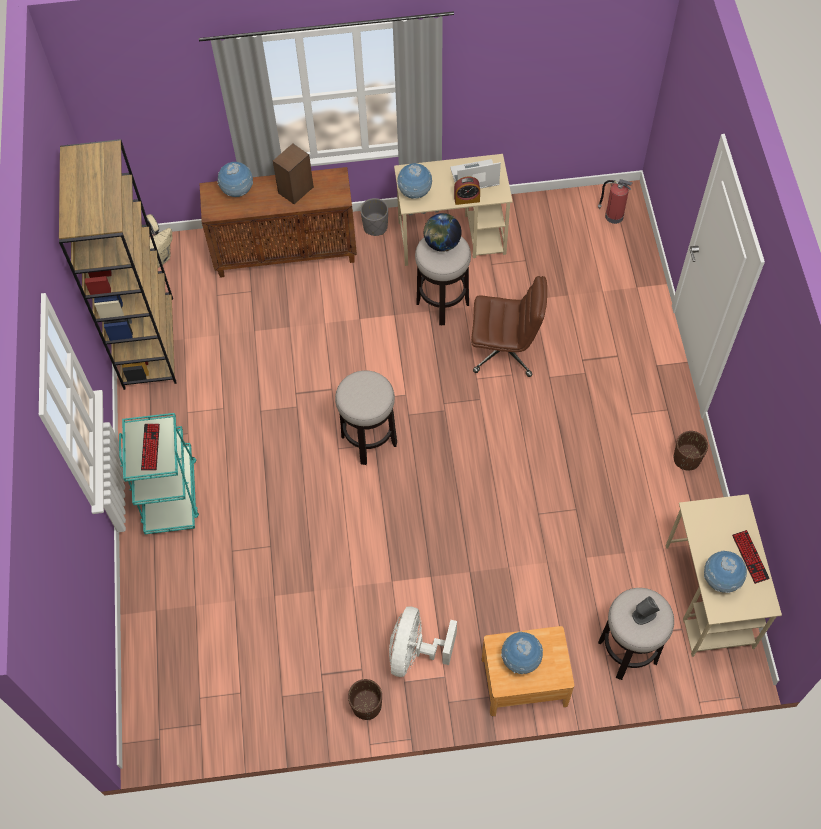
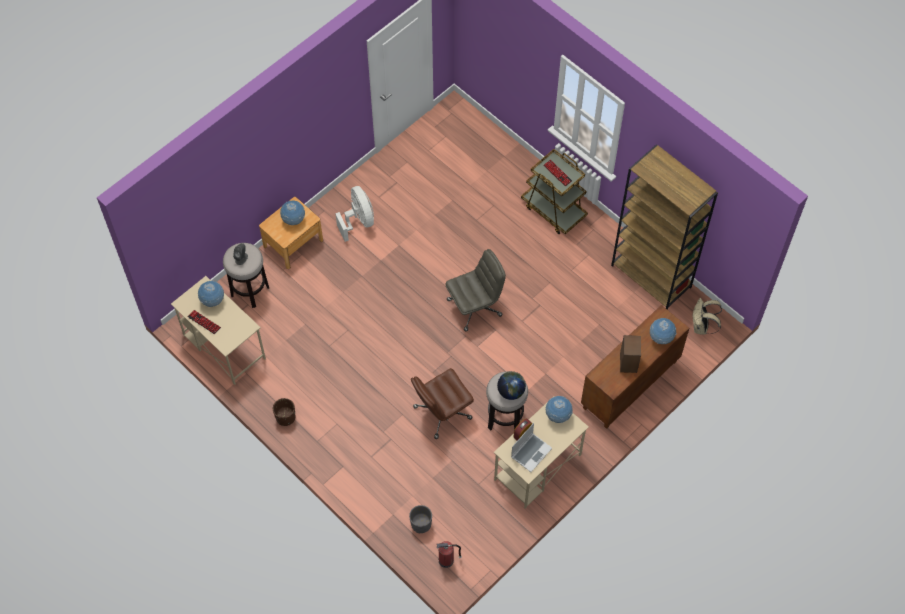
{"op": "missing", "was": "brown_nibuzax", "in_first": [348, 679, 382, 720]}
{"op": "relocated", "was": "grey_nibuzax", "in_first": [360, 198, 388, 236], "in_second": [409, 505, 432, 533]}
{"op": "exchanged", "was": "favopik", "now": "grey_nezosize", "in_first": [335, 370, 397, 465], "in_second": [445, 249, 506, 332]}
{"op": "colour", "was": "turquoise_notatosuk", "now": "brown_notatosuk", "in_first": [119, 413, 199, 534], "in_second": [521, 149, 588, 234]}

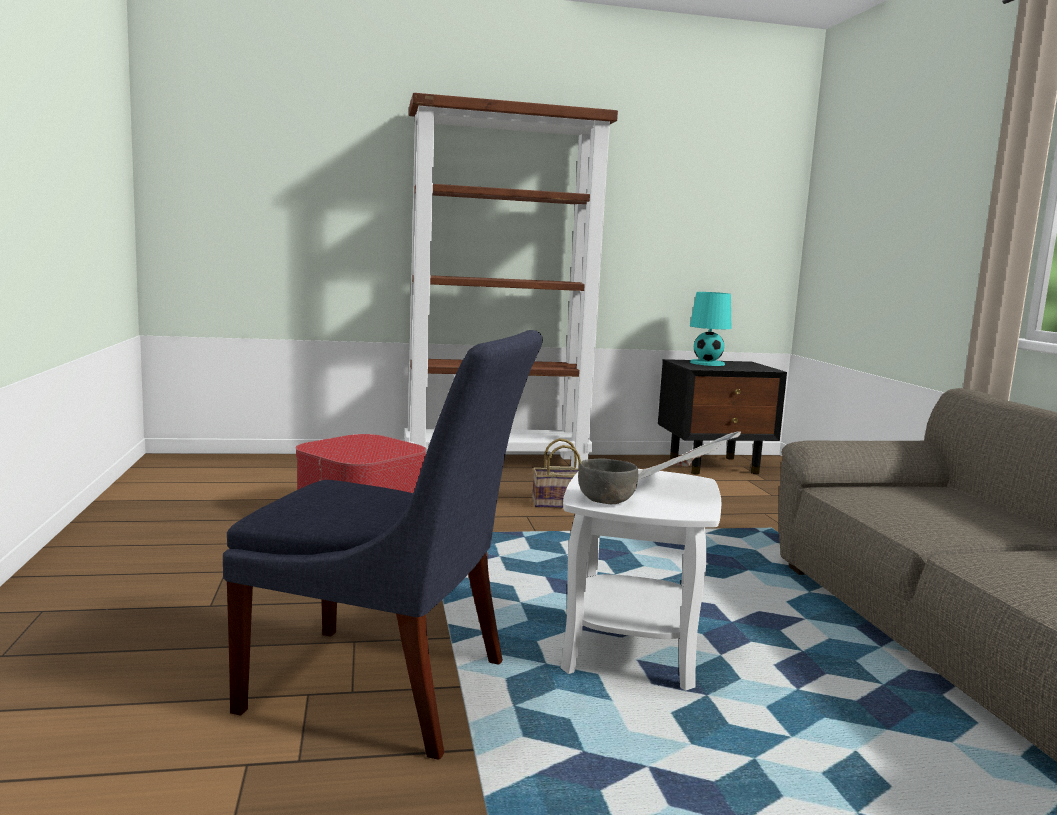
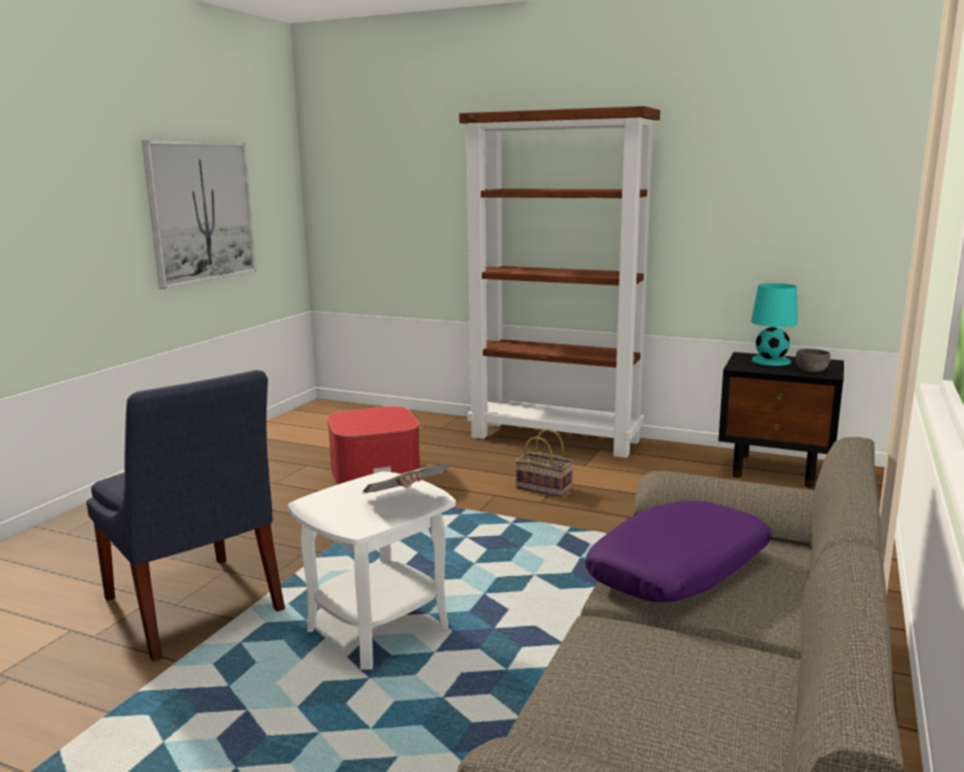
{"op": "appeared", "now": "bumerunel", "in_second": [142, 140, 256, 289]}
{"op": "appeared", "now": "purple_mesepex", "in_second": [585, 501, 772, 602]}
{"op": "relocated", "was": "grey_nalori", "in_first": [578, 459, 638, 504], "in_second": [796, 349, 830, 373]}

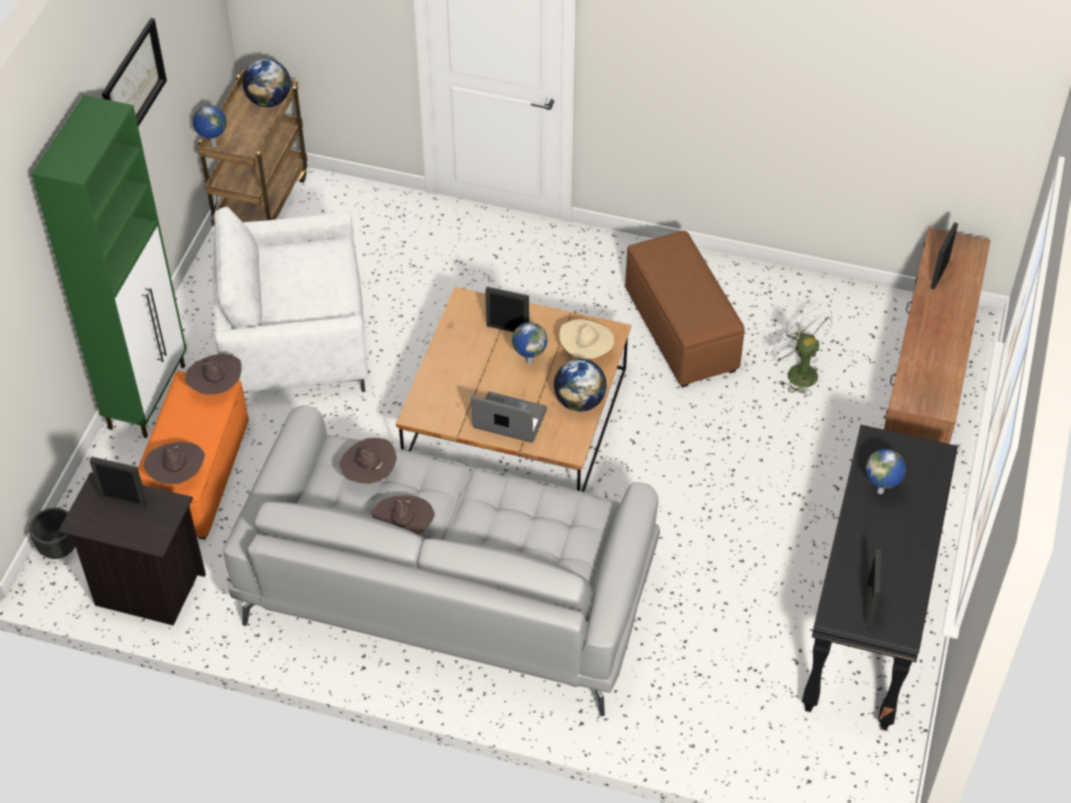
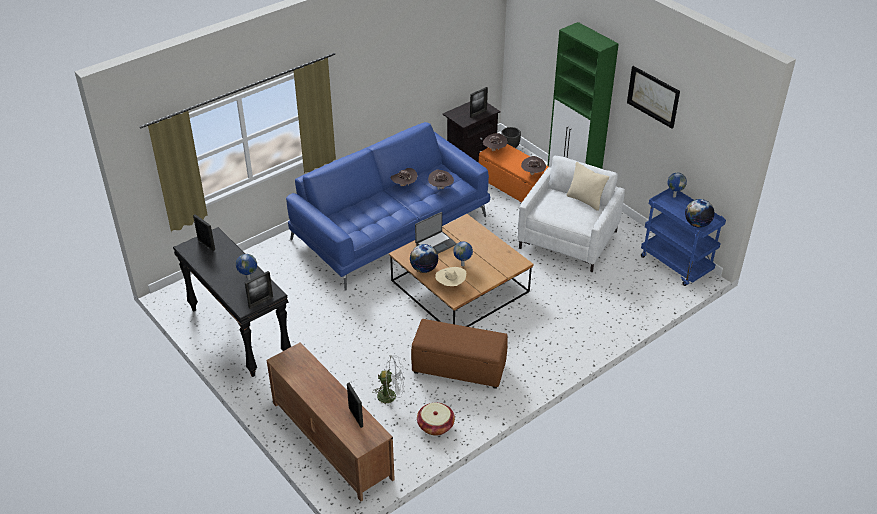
{"op": "appeared", "now": "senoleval", "in_second": [417, 403, 455, 436]}
{"op": "appeared", "now": "beige_mesepex", "in_second": [566, 162, 609, 211]}
{"op": "relocated", "was": "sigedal", "in_first": [485, 287, 529, 332], "in_second": [245, 271, 273, 309]}
{"op": "colour", "was": "brown_notatosuk", "now": "blue_notatosuk", "in_first": [197, 70, 307, 226], "in_second": [641, 188, 726, 286]}
{"op": "colour", "was": "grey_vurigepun", "now": "blue_vurigepun", "in_first": [223, 405, 660, 717], "in_second": [286, 122, 490, 291]}

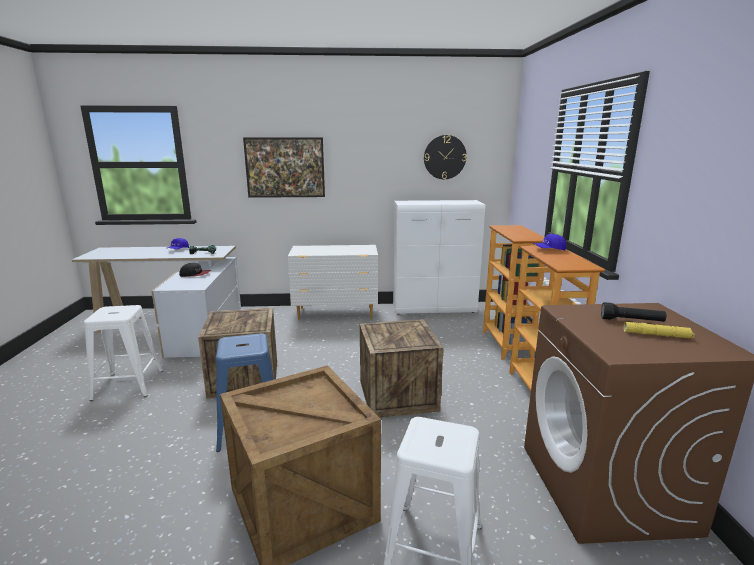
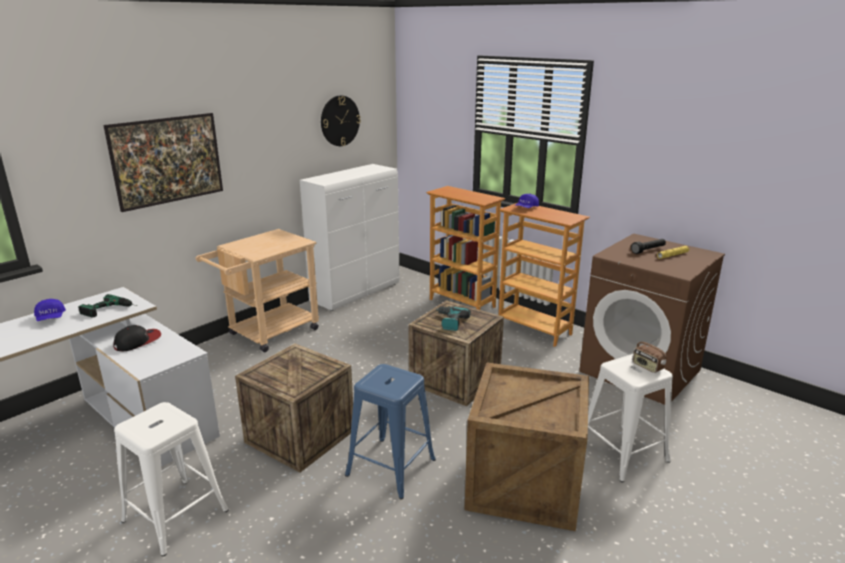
{"op": "appeared", "now": "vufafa", "in_second": [435, 306, 471, 331]}
{"op": "appeared", "now": "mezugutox", "in_second": [633, 338, 667, 373]}
{"op": "exchanged", "was": "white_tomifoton", "now": "beige_notatosuk", "in_first": [288, 245, 378, 320], "in_second": [196, 229, 319, 352]}

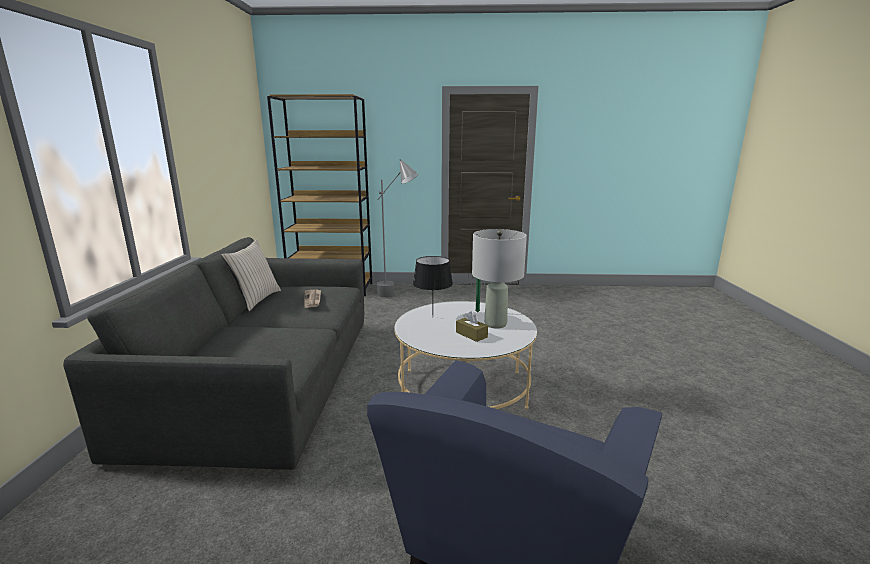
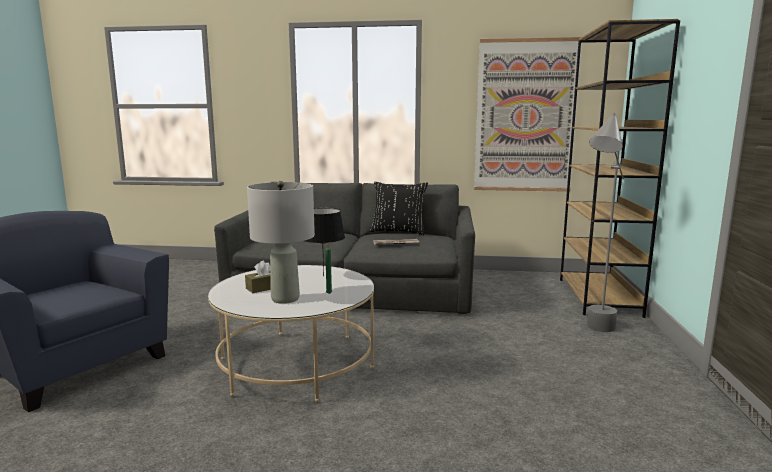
{"op": "appeared", "now": "bumerunel", "in_second": [474, 37, 582, 192]}
{"op": "colour", "was": "beige_mesepex", "now": "black_mesepex", "in_first": [221, 239, 281, 311], "in_second": [369, 182, 428, 235]}

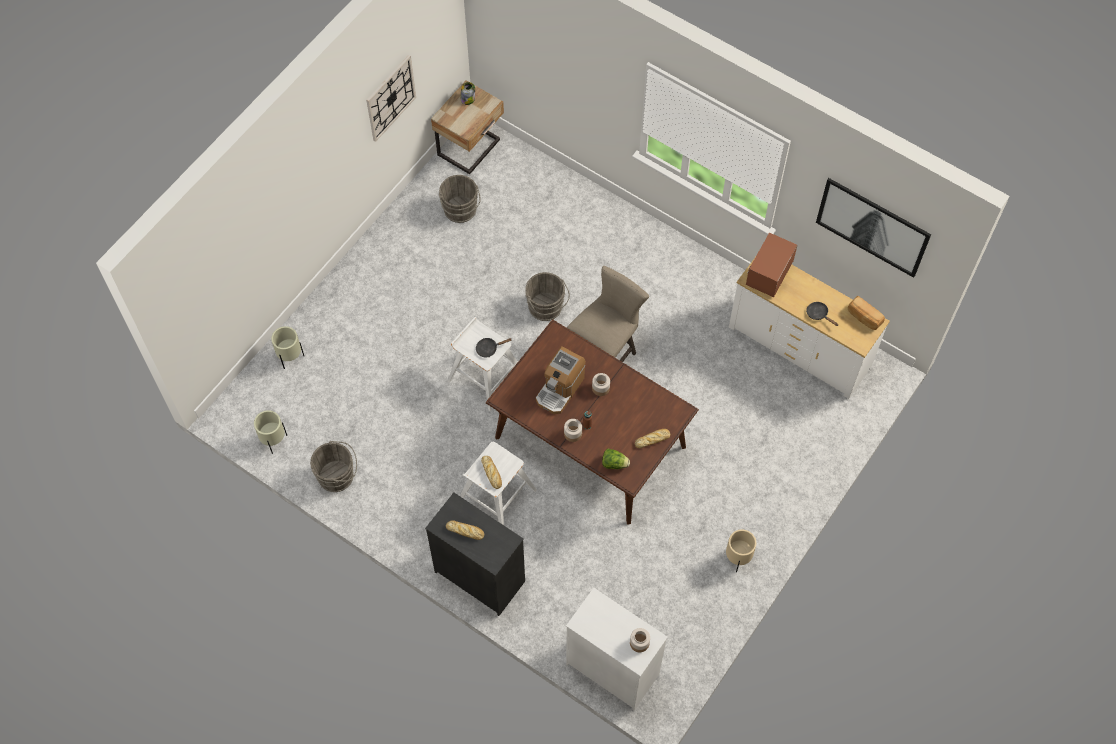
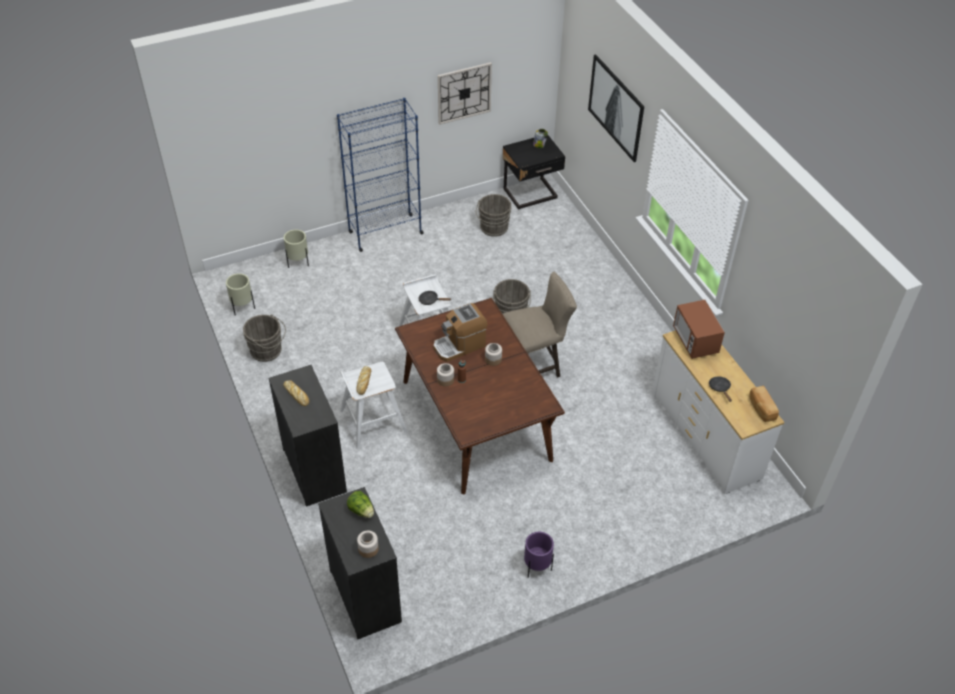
{"op": "missing", "was": "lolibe", "in_first": [635, 429, 670, 448]}
{"op": "appeared", "now": "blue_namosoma", "in_second": [337, 98, 424, 252]}
{"op": "relocated", "was": "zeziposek", "in_first": [602, 448, 630, 469], "in_second": [347, 491, 374, 518]}
{"op": "relocated", "was": "bumerunel", "in_first": [816, 178, 931, 278], "in_second": [588, 54, 644, 162]}
{"op": "colour", "was": "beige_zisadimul", "now": "black_zisadimul", "in_first": [431, 80, 504, 174], "in_second": [503, 135, 565, 210]}
{"op": "colour", "was": "white_tomifoton", "now": "black_tomifoton", "in_first": [566, 588, 668, 711], "in_second": [318, 487, 402, 639]}
{"op": "colour", "was": "beige_nibuzax", "now": "purple_nibuzax", "in_first": [726, 529, 757, 572], "in_second": [524, 532, 554, 578]}
{"op": "spun", "was": "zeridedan", "in_first": [746, 233, 797, 297], "in_second": [673, 300, 725, 359], "clockwise": -75}

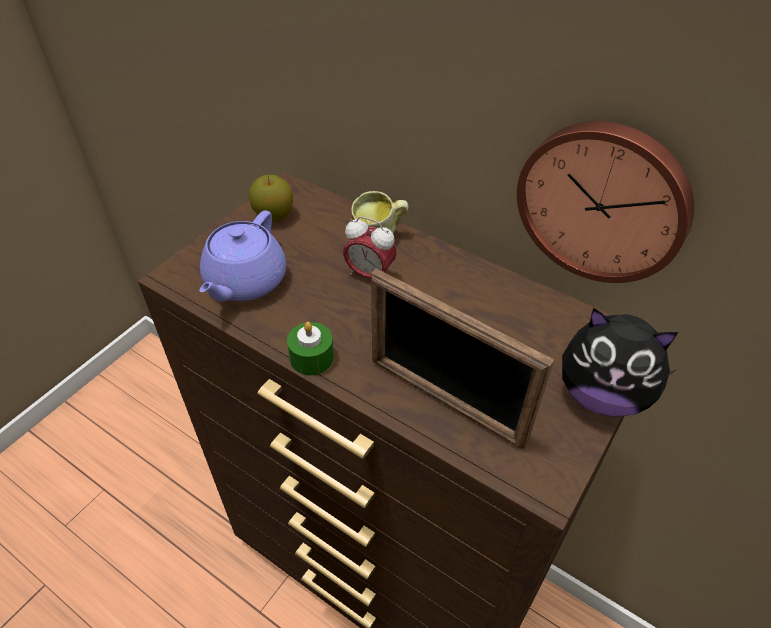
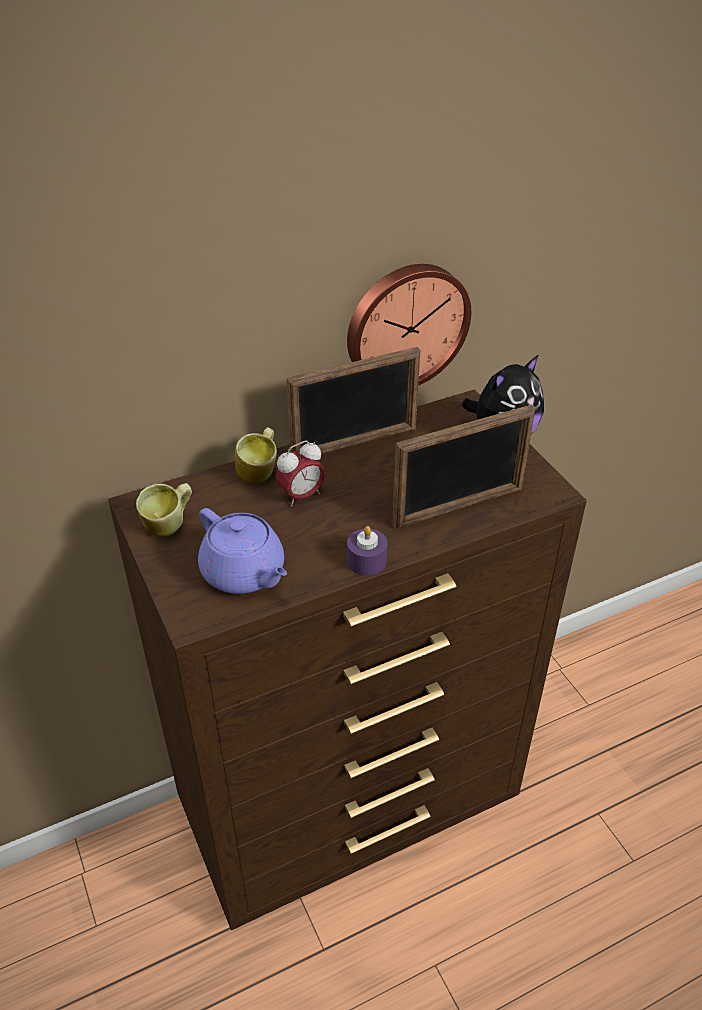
{"op": "appeared", "now": "sigedal", "in_second": [286, 347, 420, 454]}
{"op": "exchanged", "was": "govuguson", "now": "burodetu", "in_first": [248, 175, 293, 222], "in_second": [136, 483, 192, 537]}
{"op": "colour", "was": "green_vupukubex", "now": "purple_vupukubex", "in_first": [287, 322, 334, 375], "in_second": [347, 526, 388, 576]}

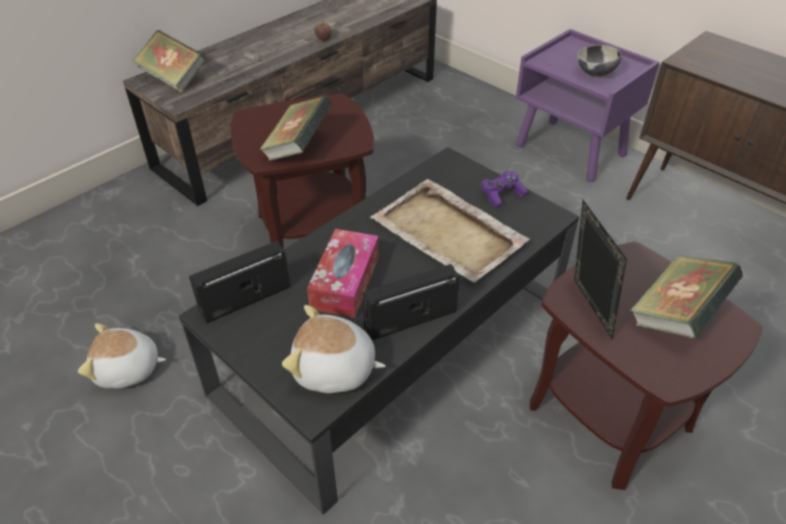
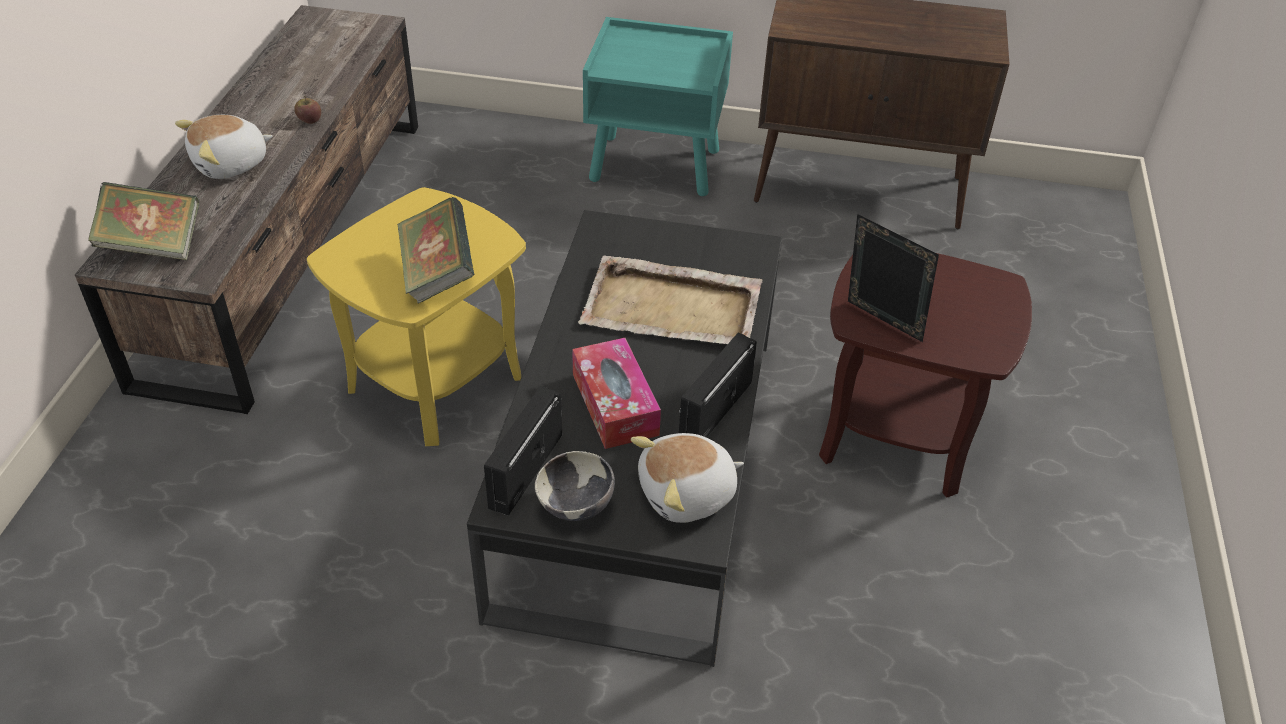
{"op": "missing", "was": "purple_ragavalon", "in_first": [481, 171, 528, 208]}
{"op": "missing", "was": "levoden", "in_first": [630, 255, 743, 338]}
{"op": "relocated", "was": "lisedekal", "in_first": [78, 323, 166, 388], "in_second": [175, 115, 273, 179]}
{"op": "relocated", "was": "nalori", "in_first": [577, 45, 622, 77], "in_second": [535, 451, 615, 521]}
{"op": "colour", "was": "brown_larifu", "now": "yellow_larifu", "in_first": [231, 94, 374, 250], "in_second": [307, 187, 526, 446]}
{"op": "colour", "was": "purple_zisadimul", "now": "turquoise_zisadimul", "in_first": [516, 29, 660, 182], "in_second": [583, 17, 733, 196]}

